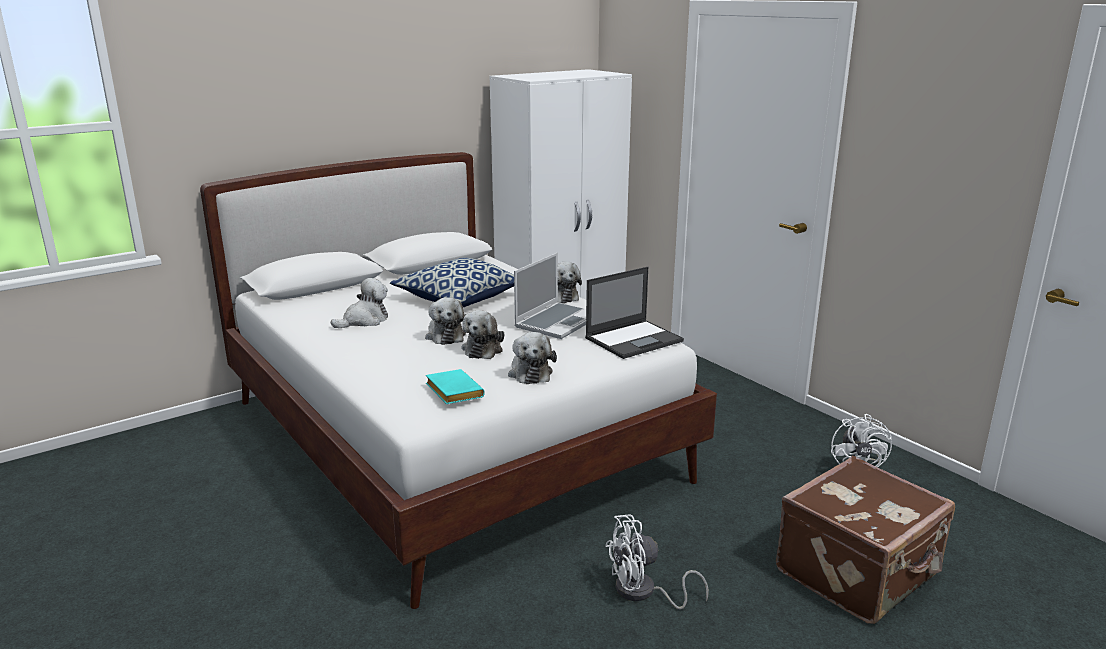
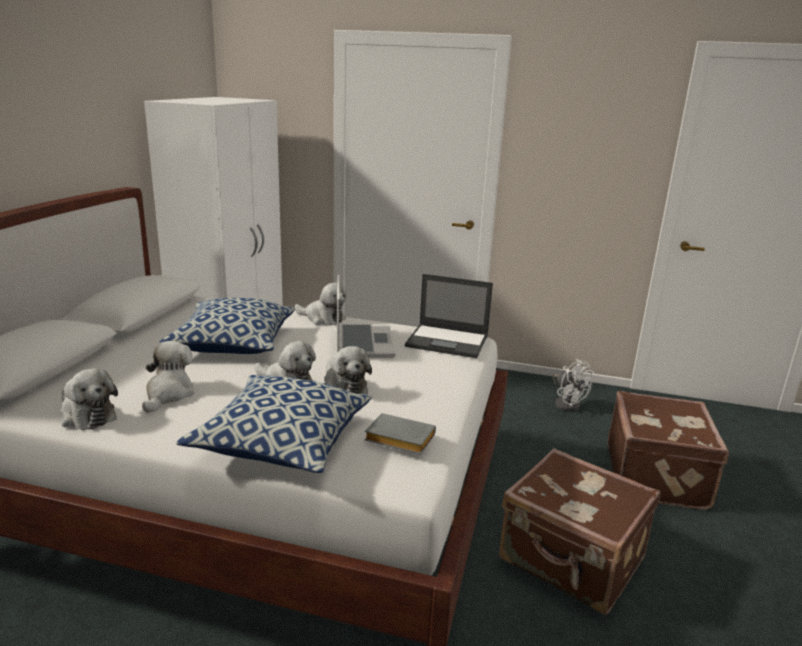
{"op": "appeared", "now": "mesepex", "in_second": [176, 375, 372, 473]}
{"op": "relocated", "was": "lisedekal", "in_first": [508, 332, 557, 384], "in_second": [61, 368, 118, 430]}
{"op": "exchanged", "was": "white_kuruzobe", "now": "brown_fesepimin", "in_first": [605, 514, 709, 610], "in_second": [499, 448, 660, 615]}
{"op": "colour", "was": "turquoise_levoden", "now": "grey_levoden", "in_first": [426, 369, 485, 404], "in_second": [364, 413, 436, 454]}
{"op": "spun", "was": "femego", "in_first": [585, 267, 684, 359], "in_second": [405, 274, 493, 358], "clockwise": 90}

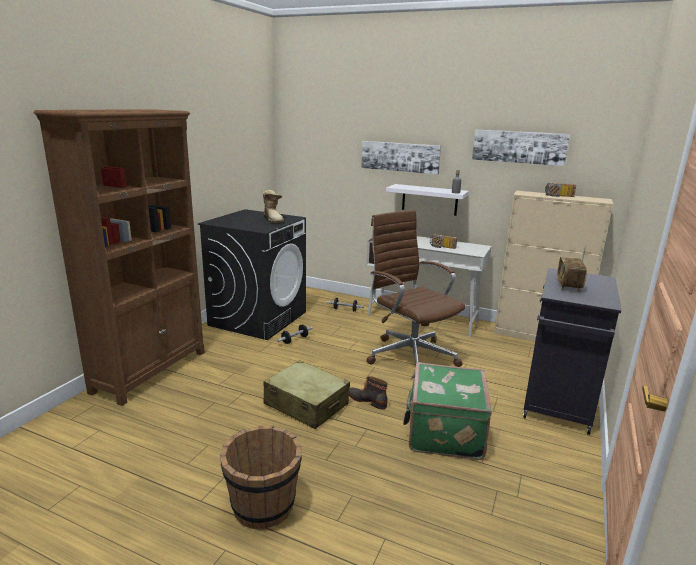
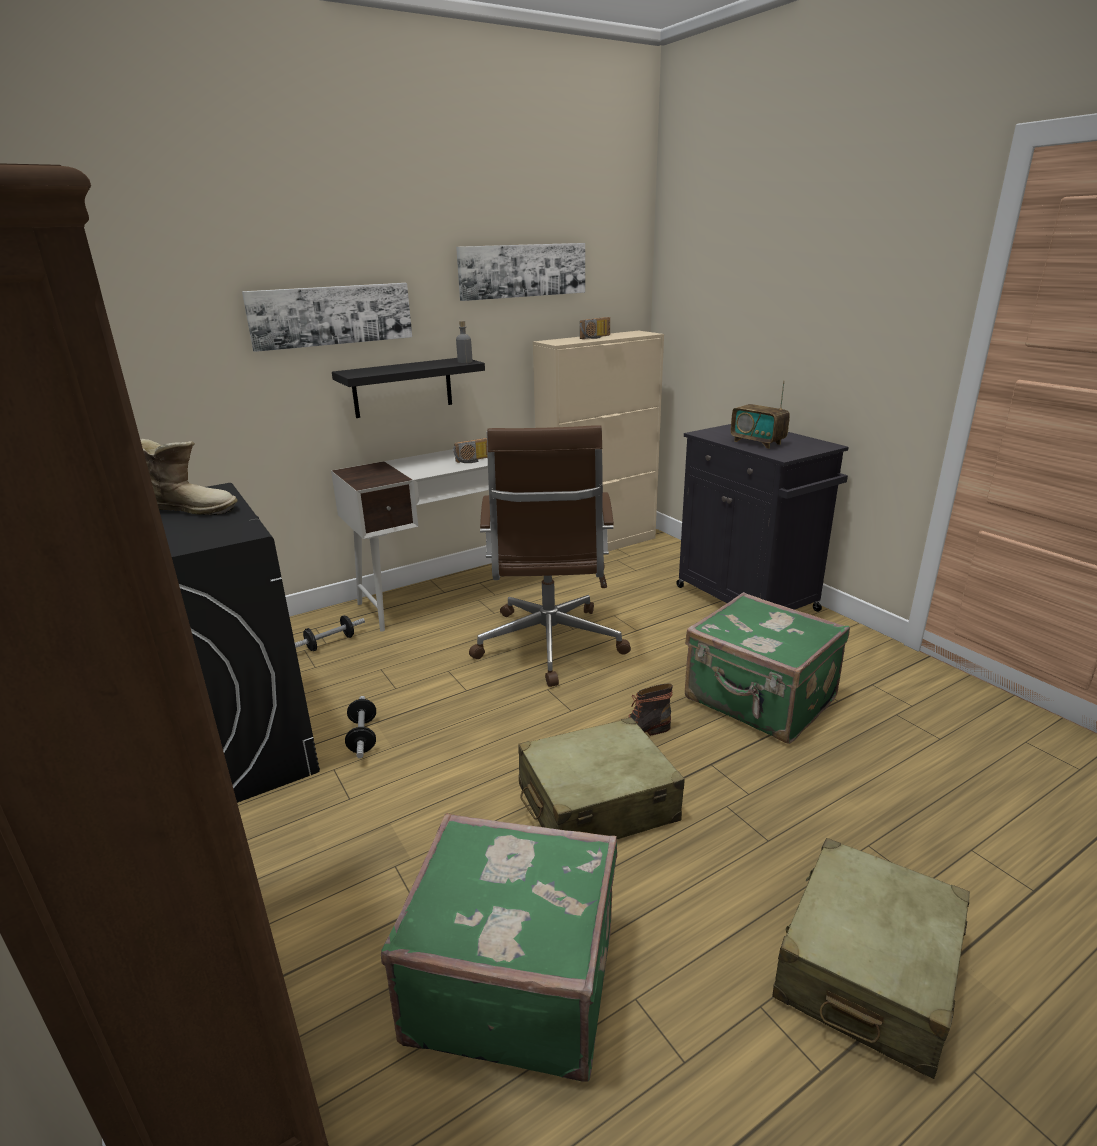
{"op": "appeared", "now": "green_fesepimin", "in_second": [381, 813, 617, 1082]}
{"op": "exchanged", "was": "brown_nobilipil", "now": "beige_fesepimin", "in_first": [220, 425, 302, 529], "in_second": [772, 838, 970, 1079]}
{"op": "colour", "was": "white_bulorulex", "now": "black_bulorulex", "in_first": [386, 184, 469, 216], "in_second": [332, 358, 485, 418]}
{"op": "spun", "was": "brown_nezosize", "in_first": [366, 210, 465, 367], "in_second": [469, 425, 631, 687], "clockwise": -90}

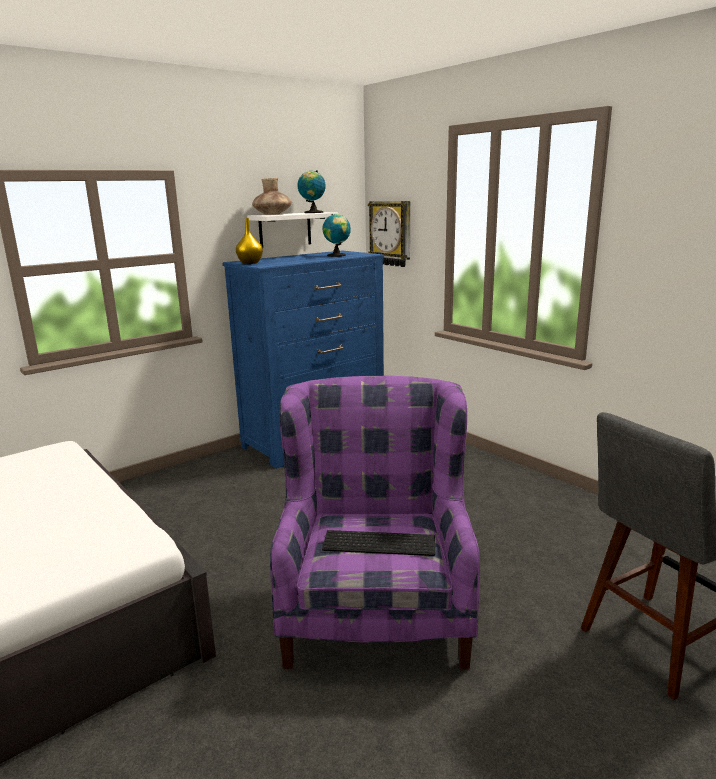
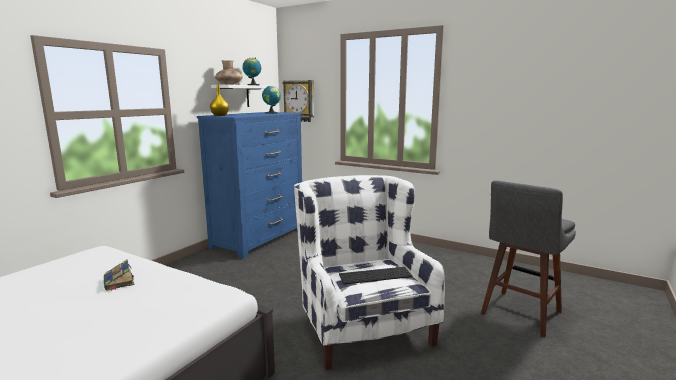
{"op": "appeared", "now": "levoden", "in_second": [104, 260, 134, 291]}
{"op": "colour", "was": "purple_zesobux", "now": "white_zesobux", "in_first": [270, 376, 480, 669], "in_second": [294, 175, 445, 370]}

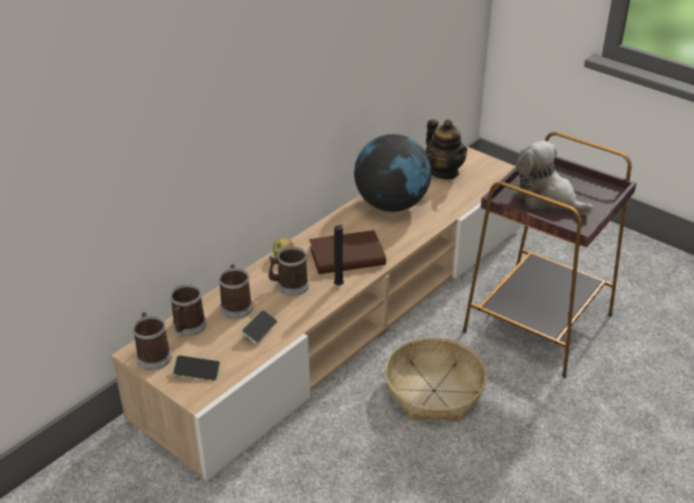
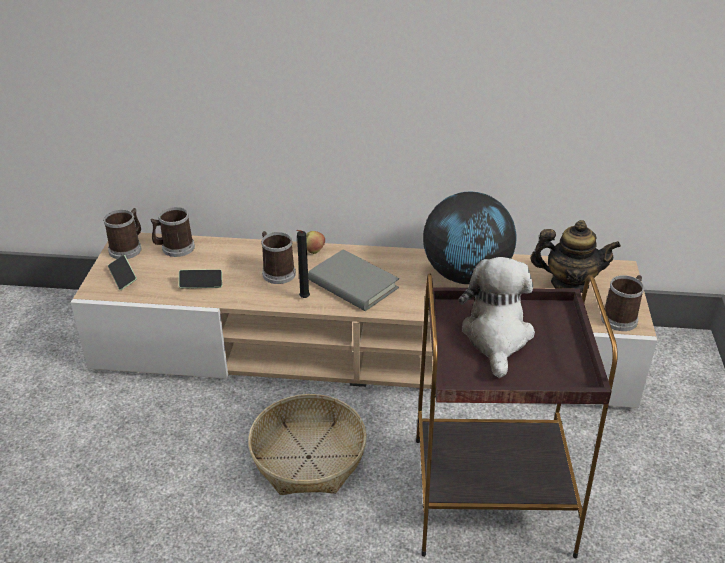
{"op": "relocated", "was": "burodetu", "in_first": [218, 264, 253, 319], "in_second": [601, 275, 644, 331]}
{"op": "colour", "was": "brown_levoden", "now": "grey_levoden", "in_first": [309, 230, 386, 274], "in_second": [308, 249, 399, 311]}
{"op": "spun", "was": "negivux", "in_first": [425, 119, 468, 179], "in_second": [530, 220, 621, 293], "clockwise": -105}

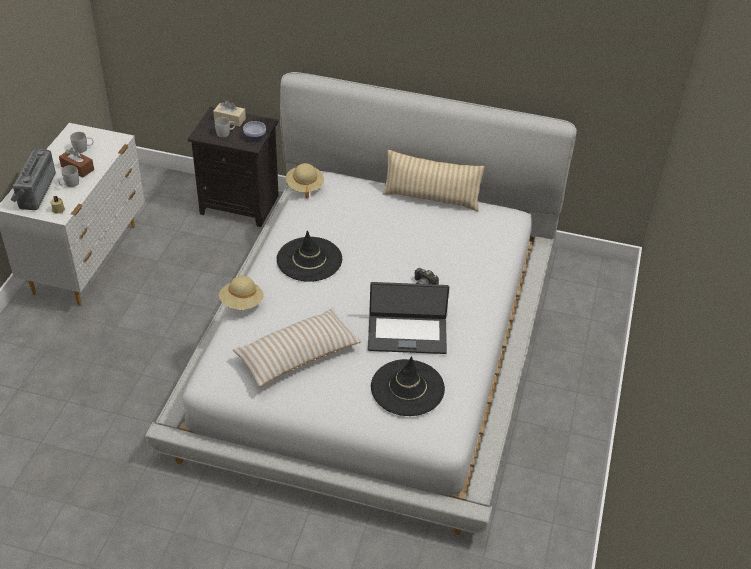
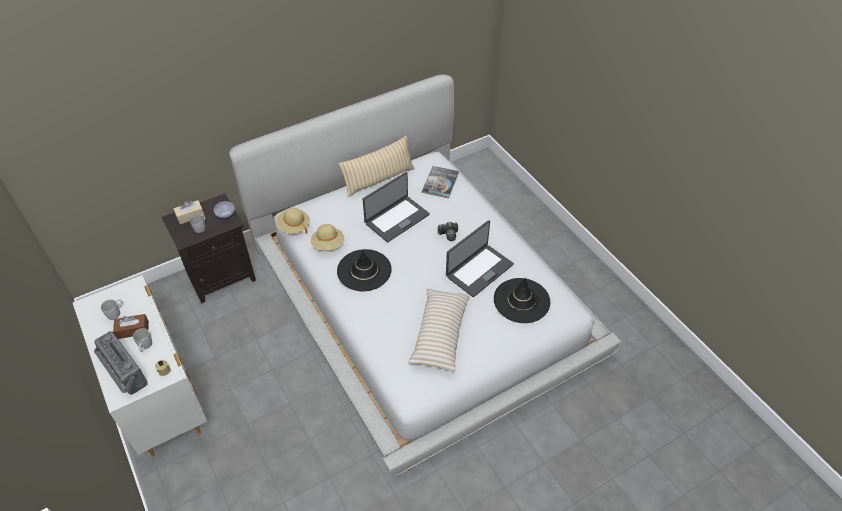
{"op": "appeared", "now": "femego", "in_second": [363, 172, 430, 243]}
{"op": "appeared", "now": "levoden", "in_second": [422, 166, 459, 198]}
{"op": "relocated", "was": "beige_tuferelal", "in_first": [219, 276, 264, 310], "in_second": [311, 224, 344, 251]}

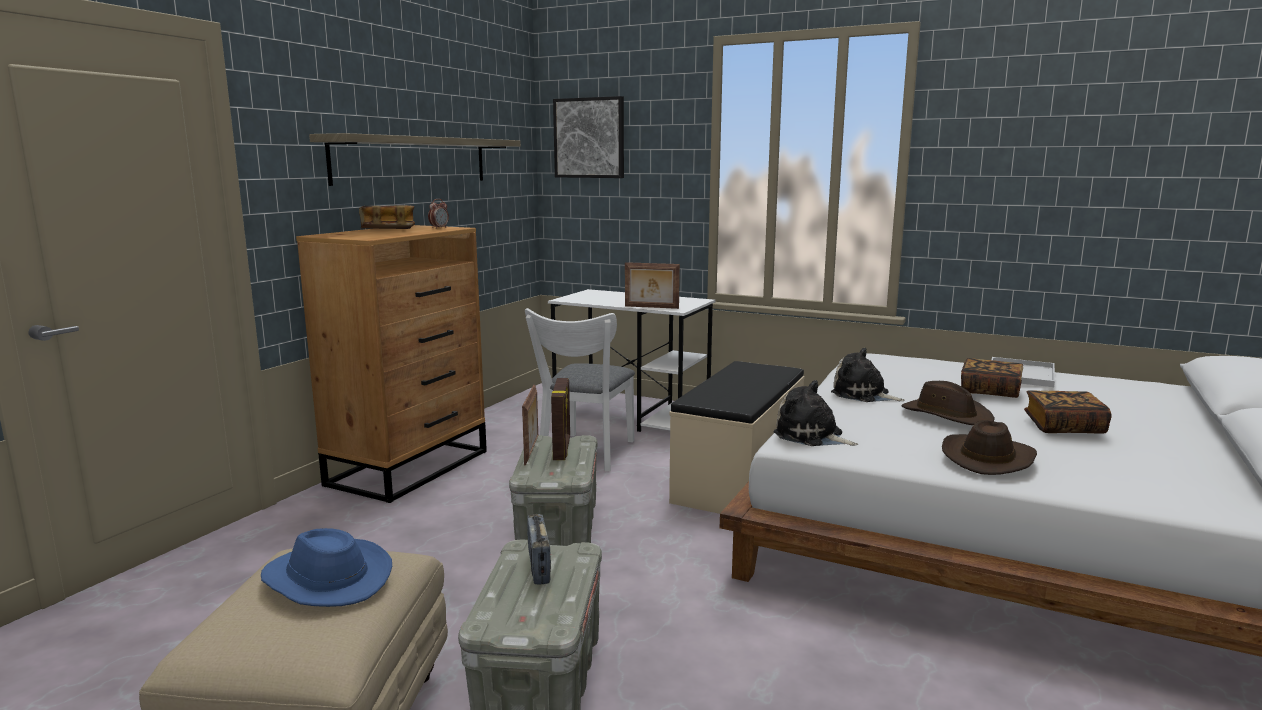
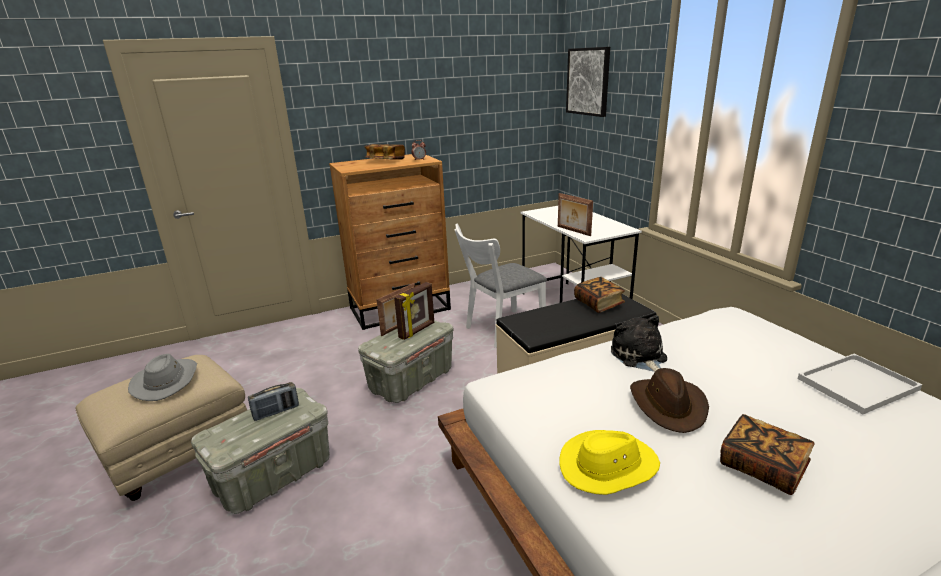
{"op": "missing", "was": "bulorulex", "in_first": [309, 133, 521, 186]}
{"op": "missing", "was": "lisedekal", "in_first": [773, 380, 858, 446]}
{"op": "relocated", "was": "levoden", "in_first": [961, 358, 1023, 398], "in_second": [574, 277, 625, 313]}
{"op": "colour", "was": "blue_tuferelal", "now": "grey_tuferelal", "in_first": [261, 528, 392, 607], "in_second": [128, 354, 197, 401]}
{"op": "colour", "was": "brown_tuferelal", "now": "yellow_tuferelal", "in_first": [942, 420, 1037, 475], "in_second": [559, 430, 660, 495]}
{"op": "spun", "was": "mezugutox", "in_first": [527, 514, 551, 584], "in_second": [248, 382, 299, 421], "clockwise": -150}

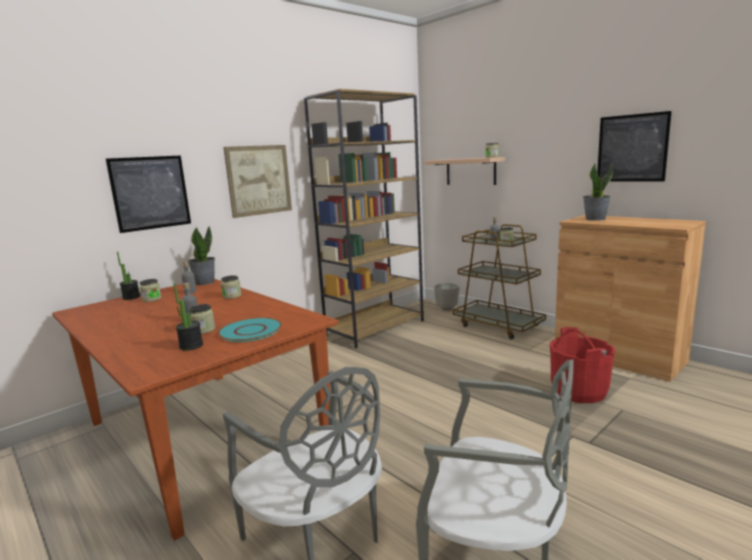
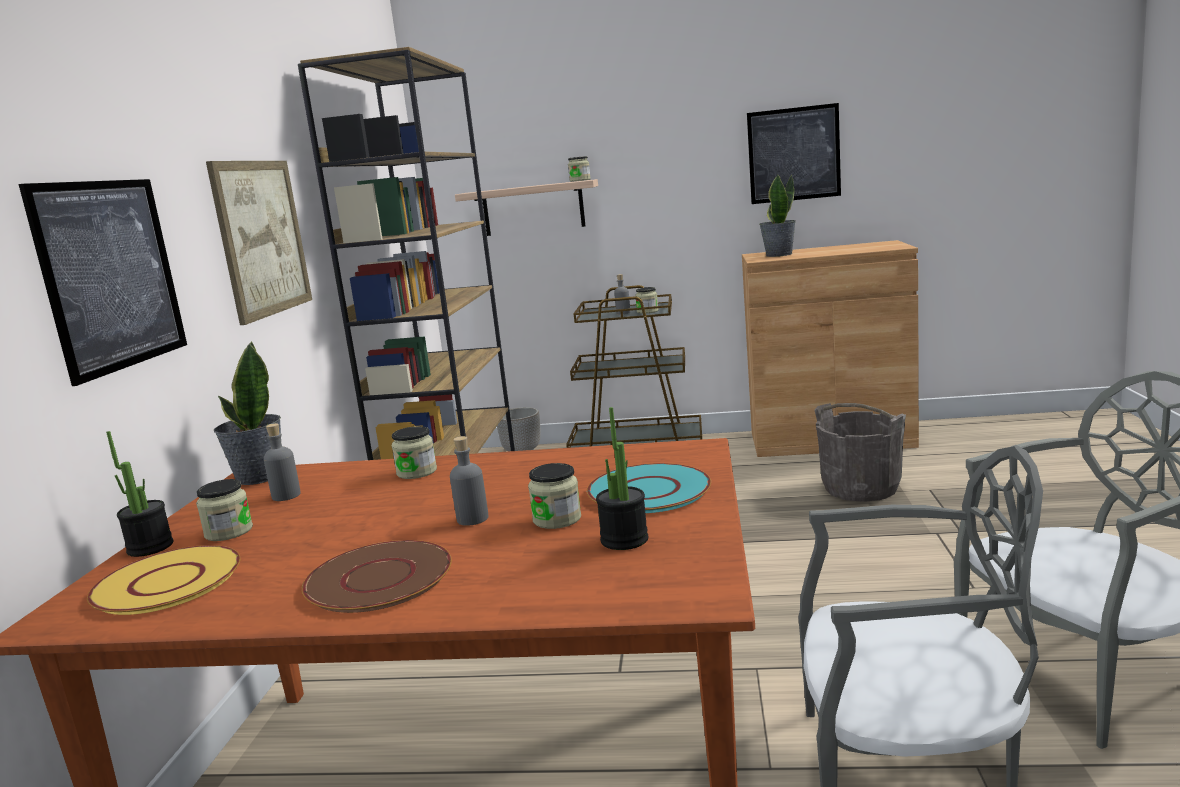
{"op": "appeared", "now": "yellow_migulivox", "in_second": [87, 545, 241, 615]}
{"op": "appeared", "now": "brown_migulivox", "in_second": [302, 540, 452, 613]}
{"op": "colour", "was": "red_nobilipil", "now": "grey_nobilipil", "in_first": [550, 327, 615, 403], "in_second": [815, 403, 906, 502]}

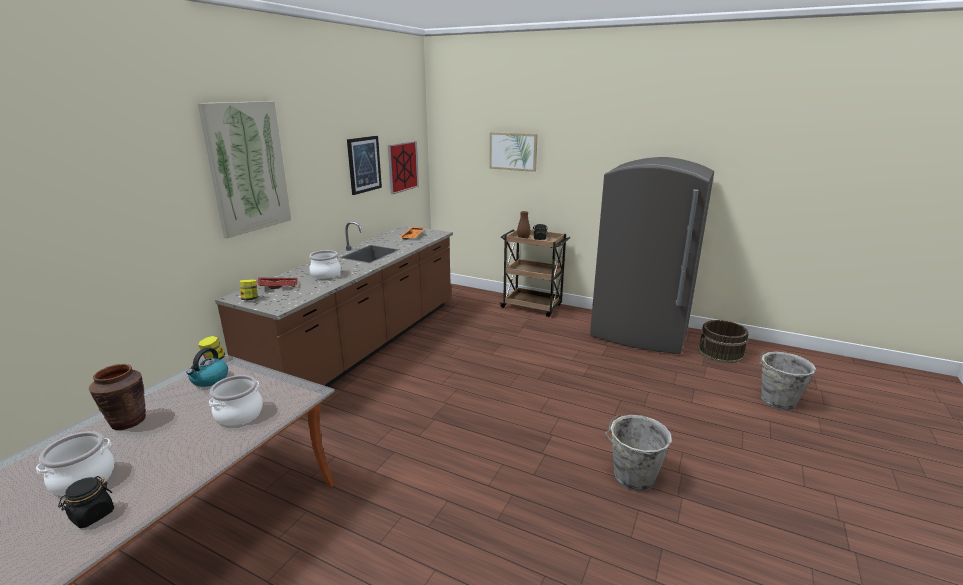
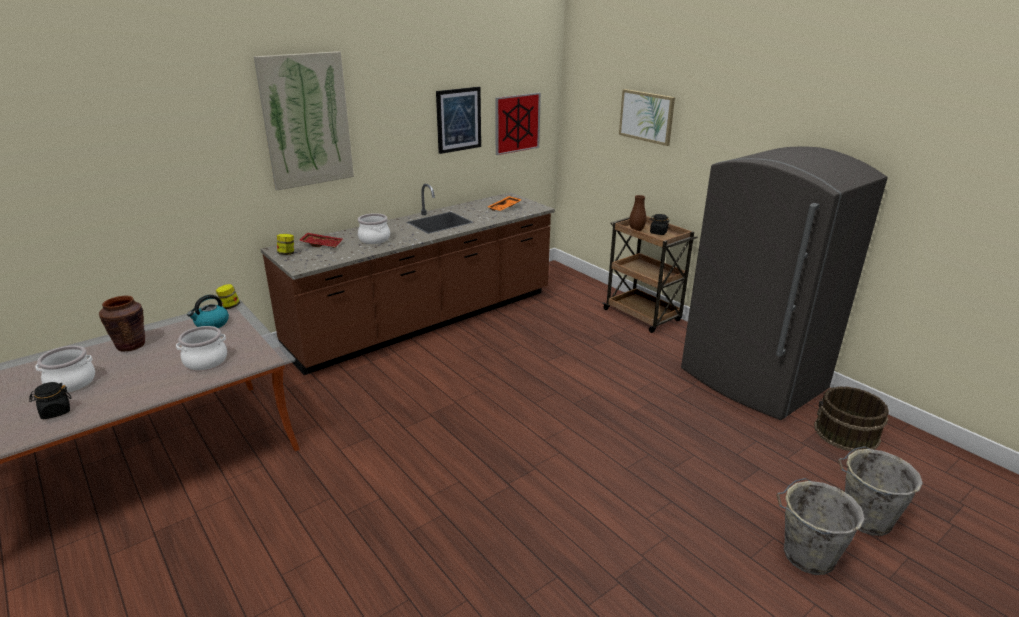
{"op": "relocated", "was": "grey_nobilipil", "in_first": [605, 415, 672, 491], "in_second": [776, 478, 865, 575]}

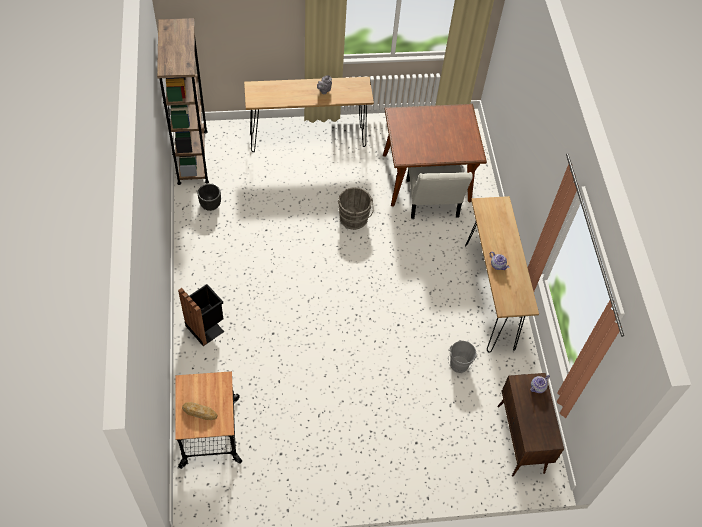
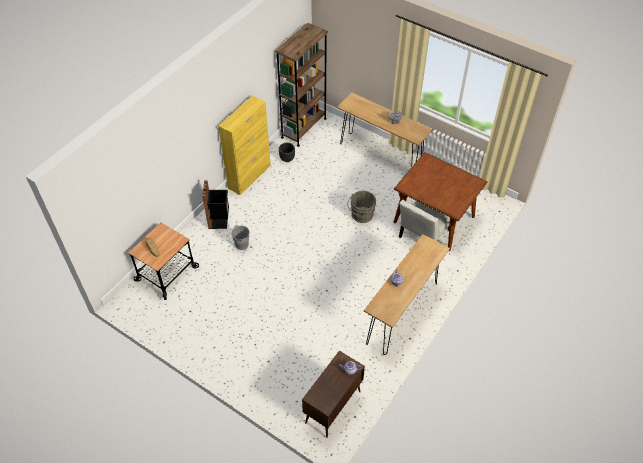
{"op": "appeared", "now": "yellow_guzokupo", "in_second": [218, 96, 271, 195]}
{"op": "relocated", "was": "grey_nobilipil", "in_first": [448, 341, 478, 373], "in_second": [228, 225, 250, 250]}

